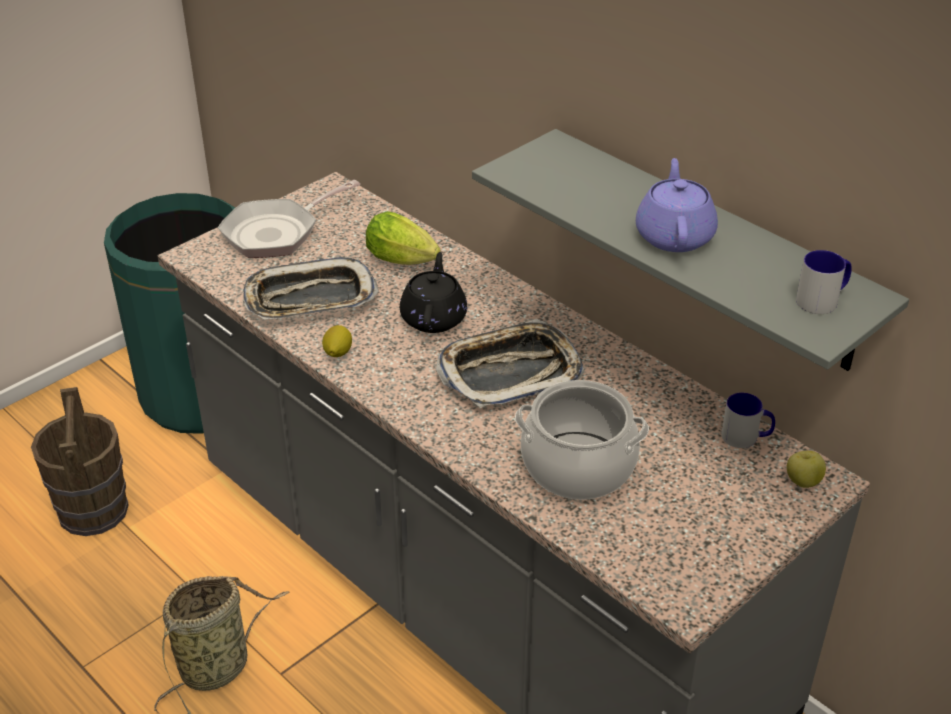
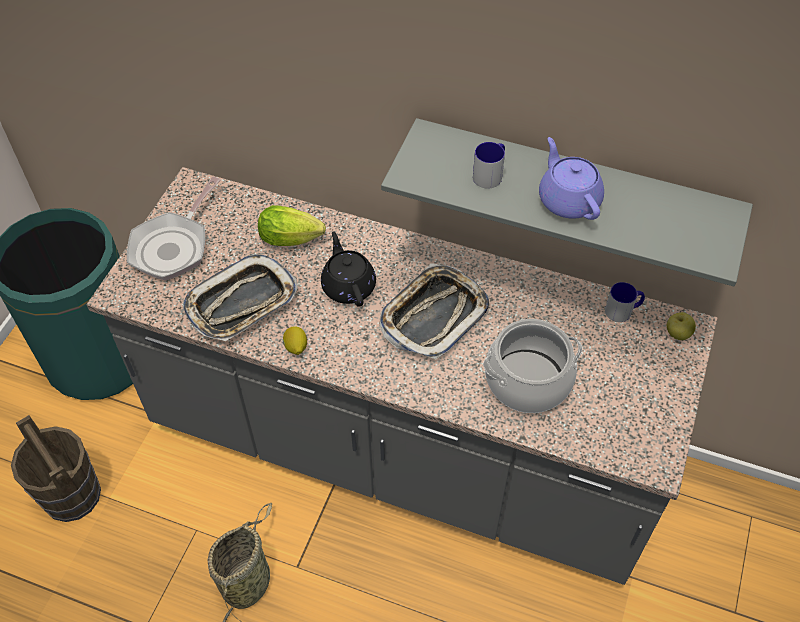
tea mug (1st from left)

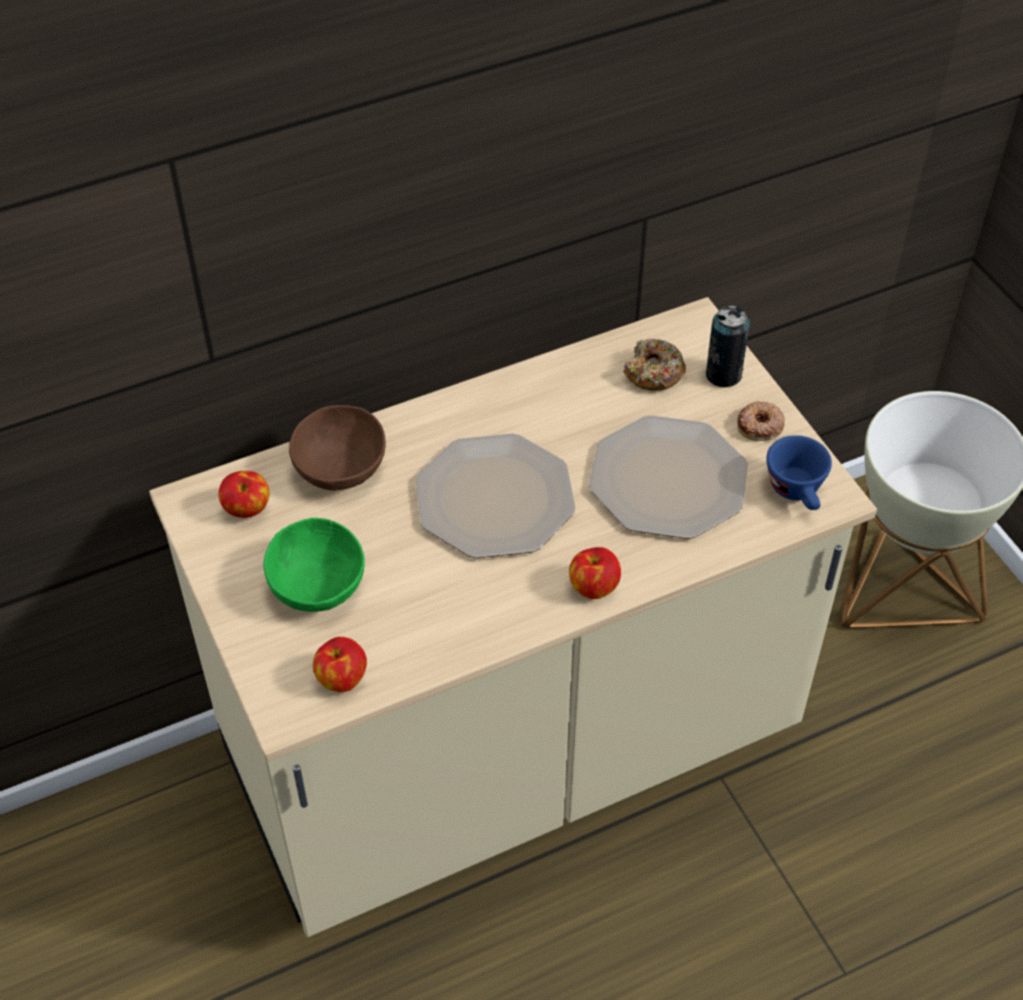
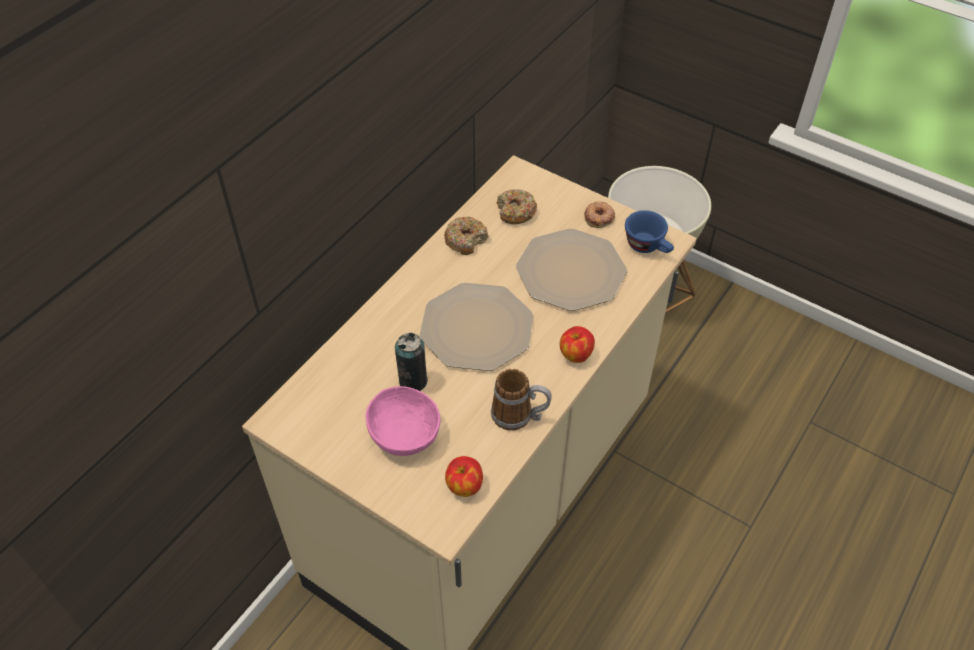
apple (1st from left in the first image)
brown bowl
ring doughnut (1st from left)
tea mug
can
pink-coloured bowl

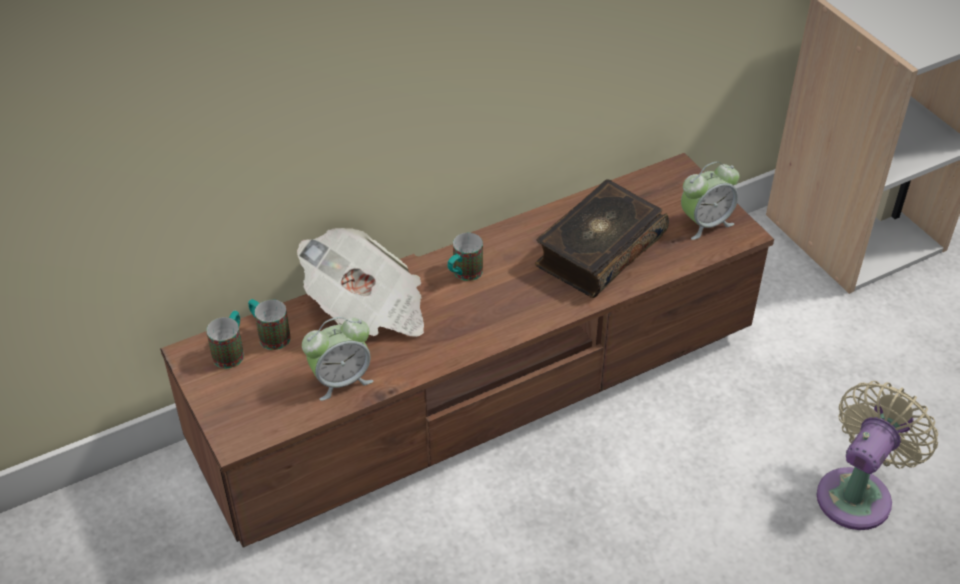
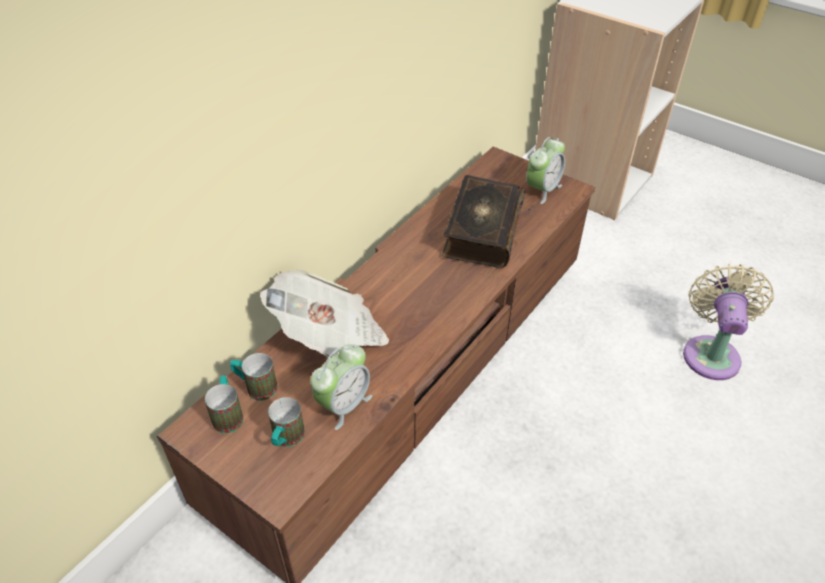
tea mug (3rd from left)

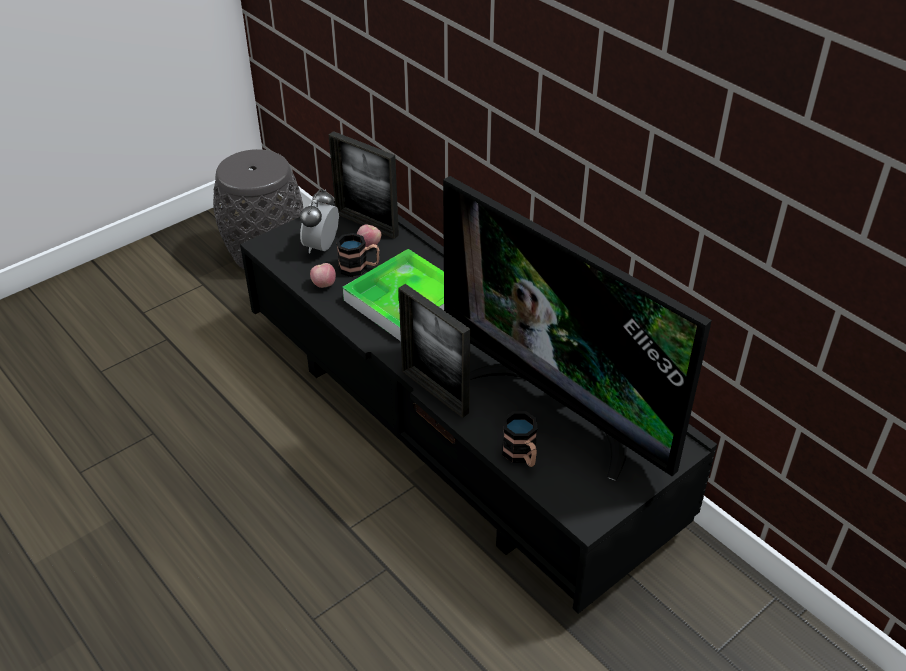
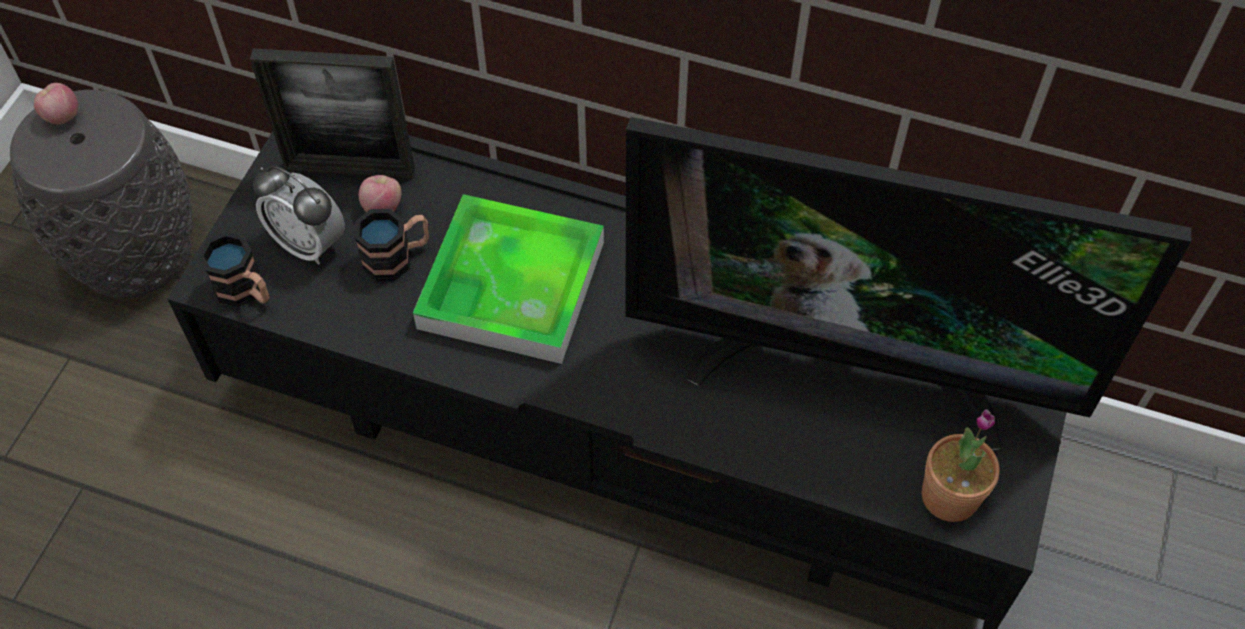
standing frame (2nd from left in the first image)
houseplant
apple (1st from left)
tea mug (1st from left)
alarm clock

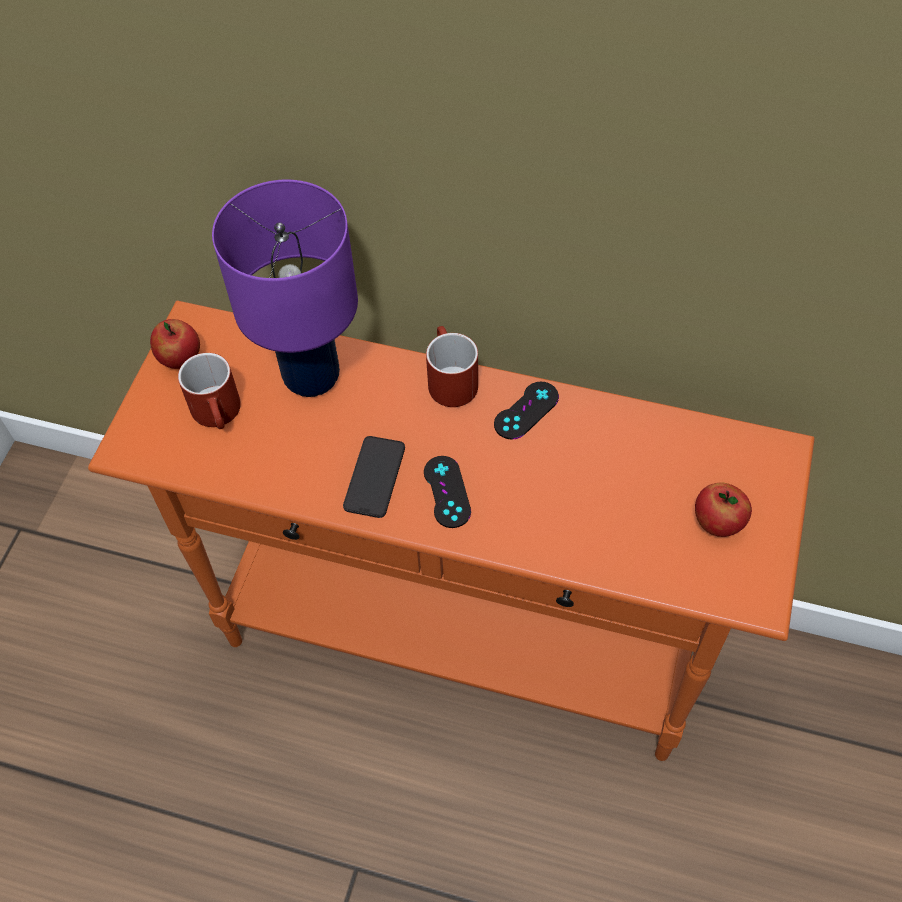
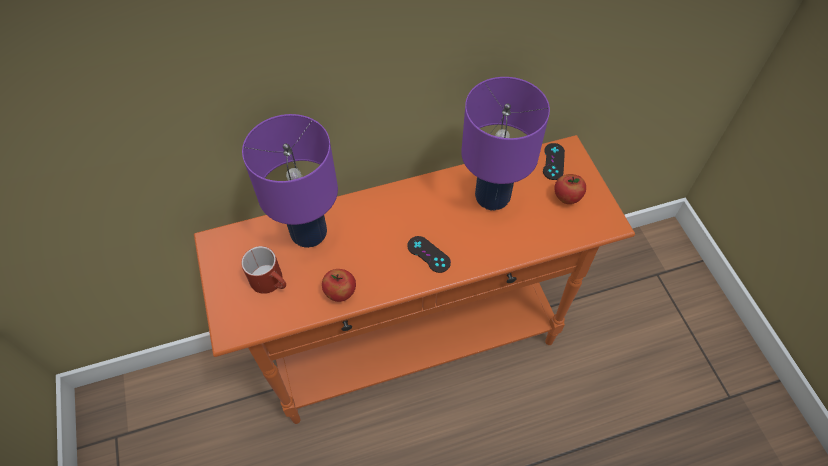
handset
red tea mug (2nd from left in the first image)
purple tabletop lamp (2nd from left)
apple (1st from left)
black joypad (2nd from left)

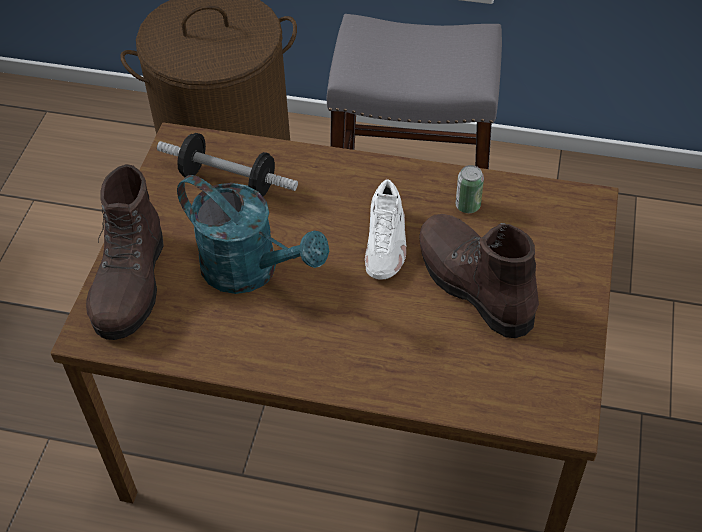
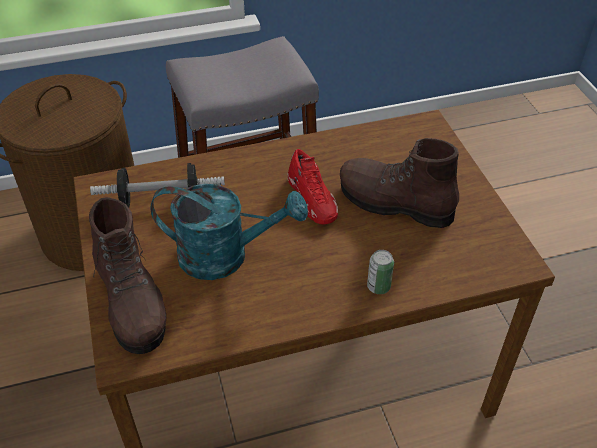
can
red low shoe

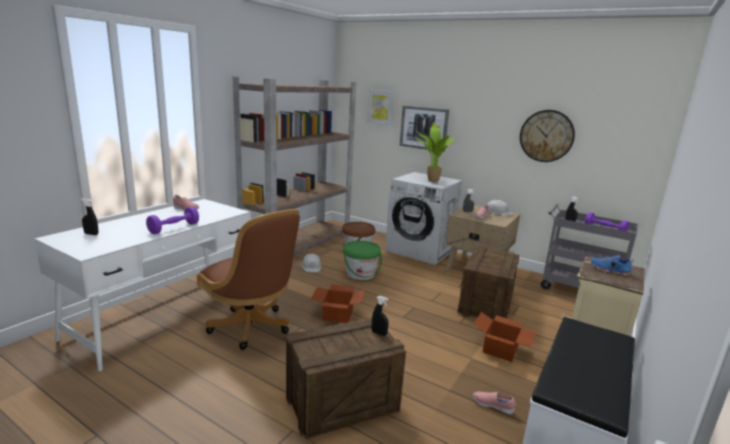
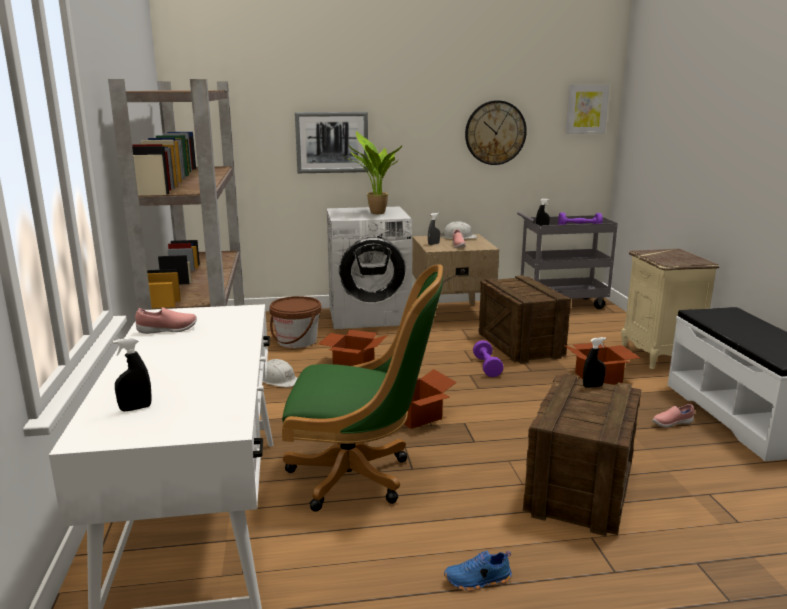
purple free weight (1st from left)
picture (2nd from left)
blue low shoe
packing box (1st from left)
green-coloured office chair

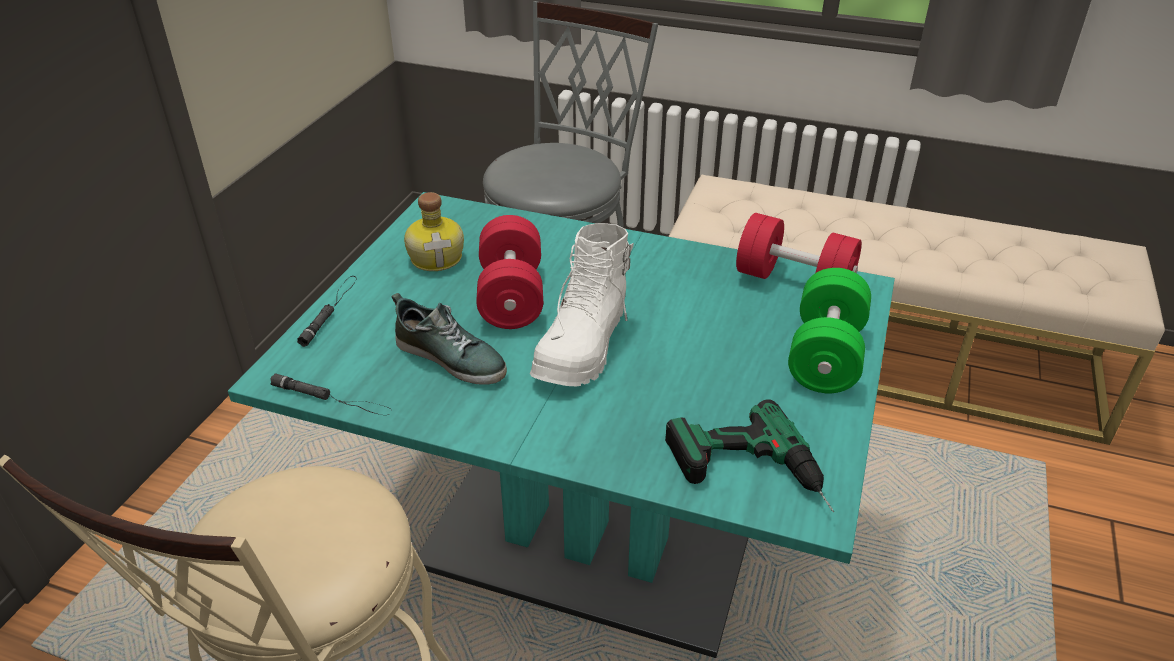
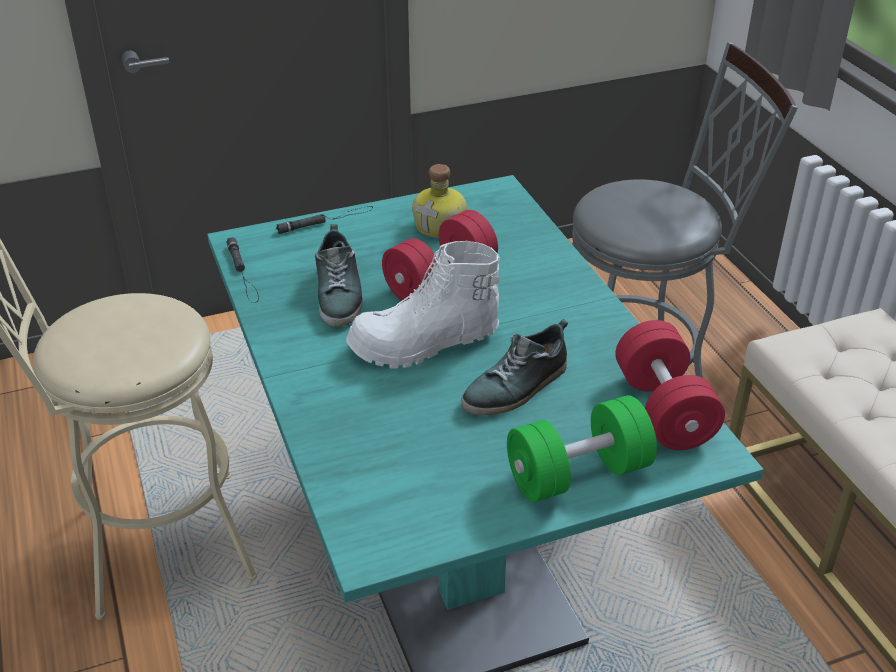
drill
low shoe (2nd from left)

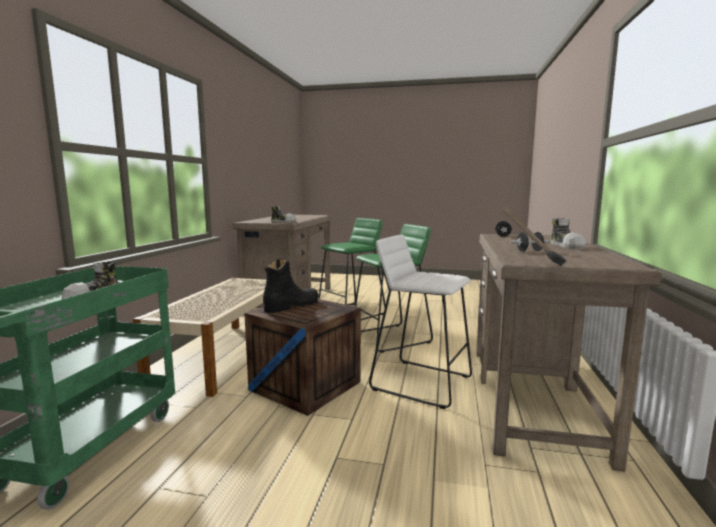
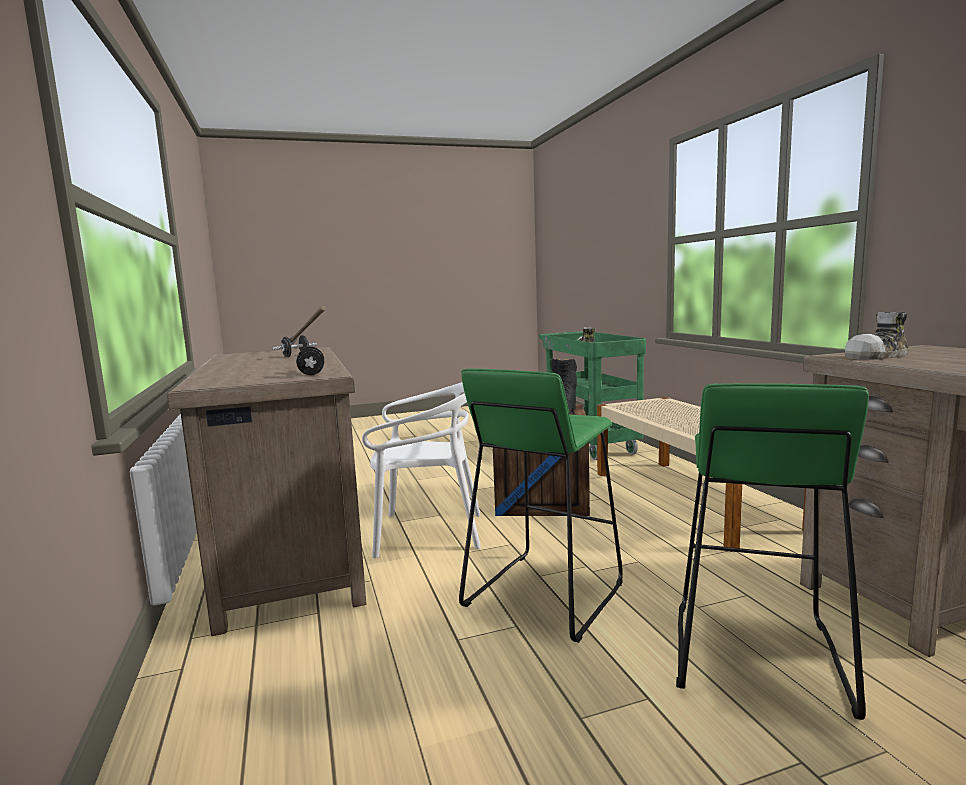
low shoe (3rd from left in the first image)
white plain chair

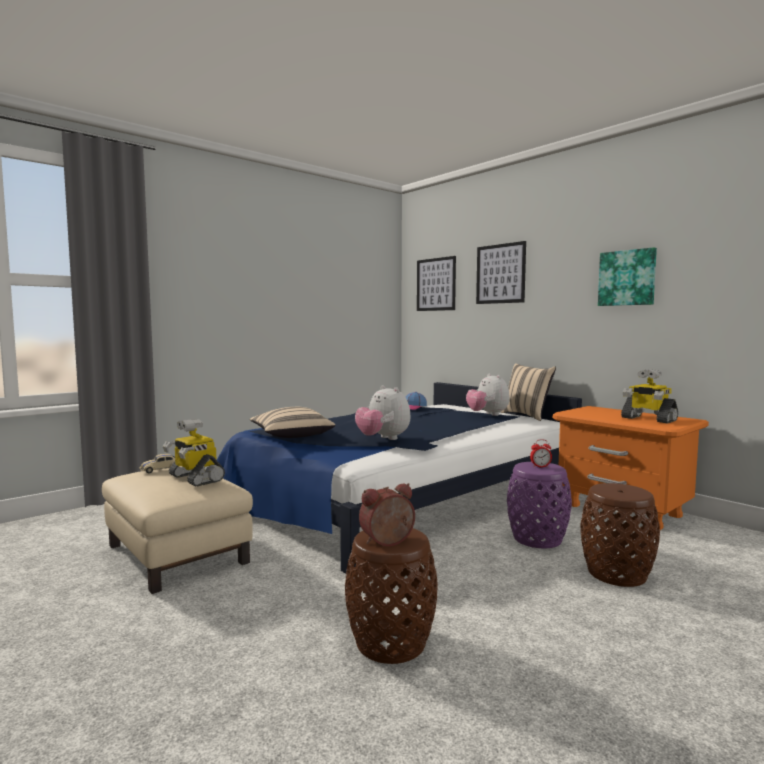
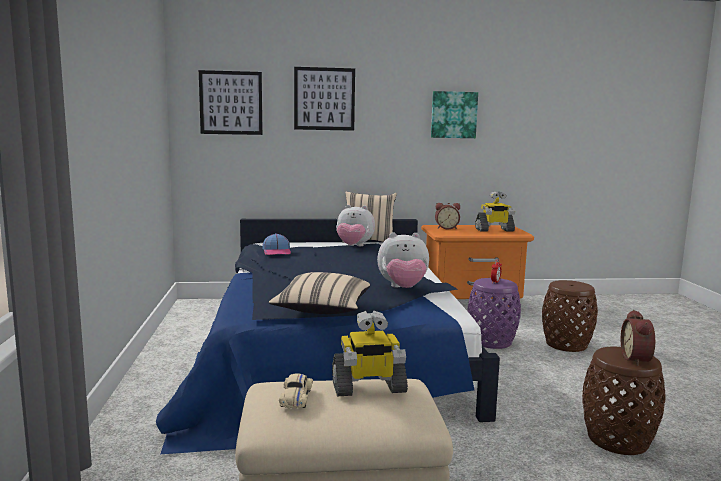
alarm clock (1st from left)

